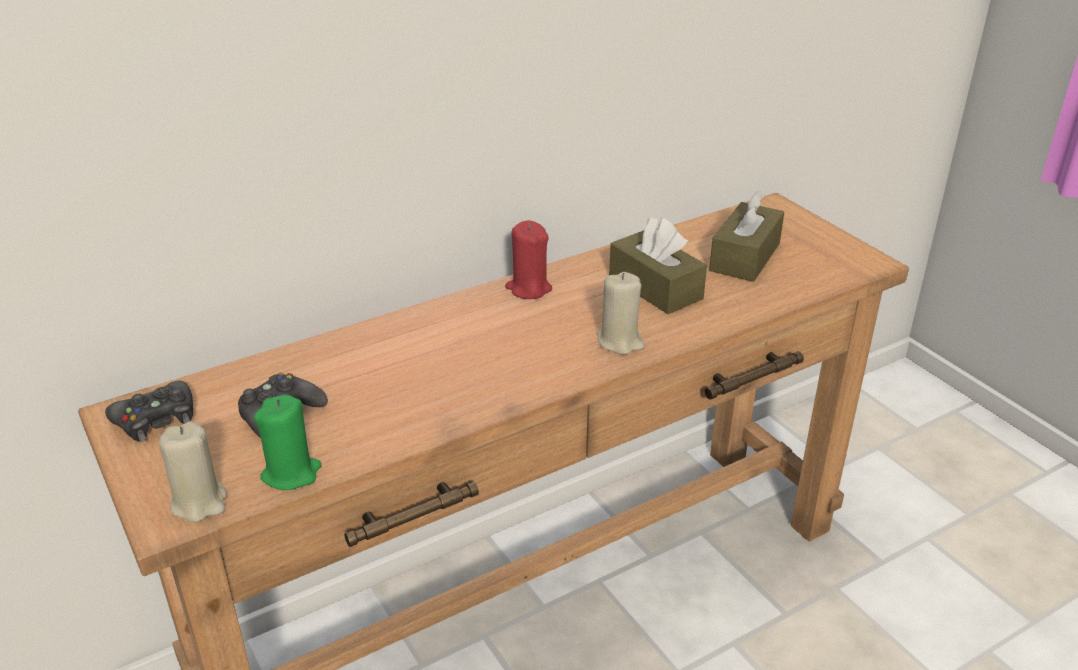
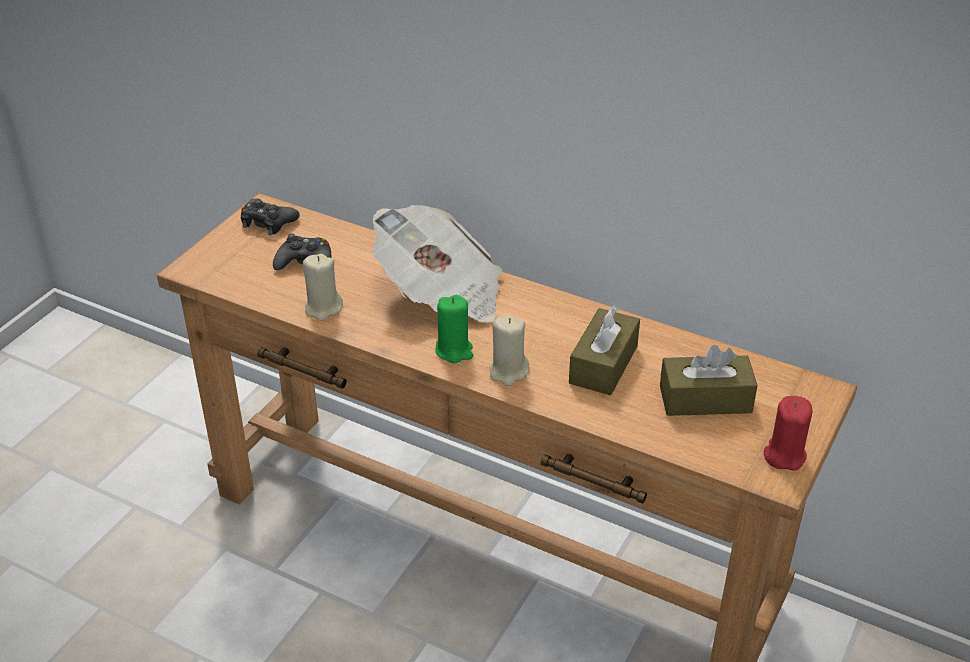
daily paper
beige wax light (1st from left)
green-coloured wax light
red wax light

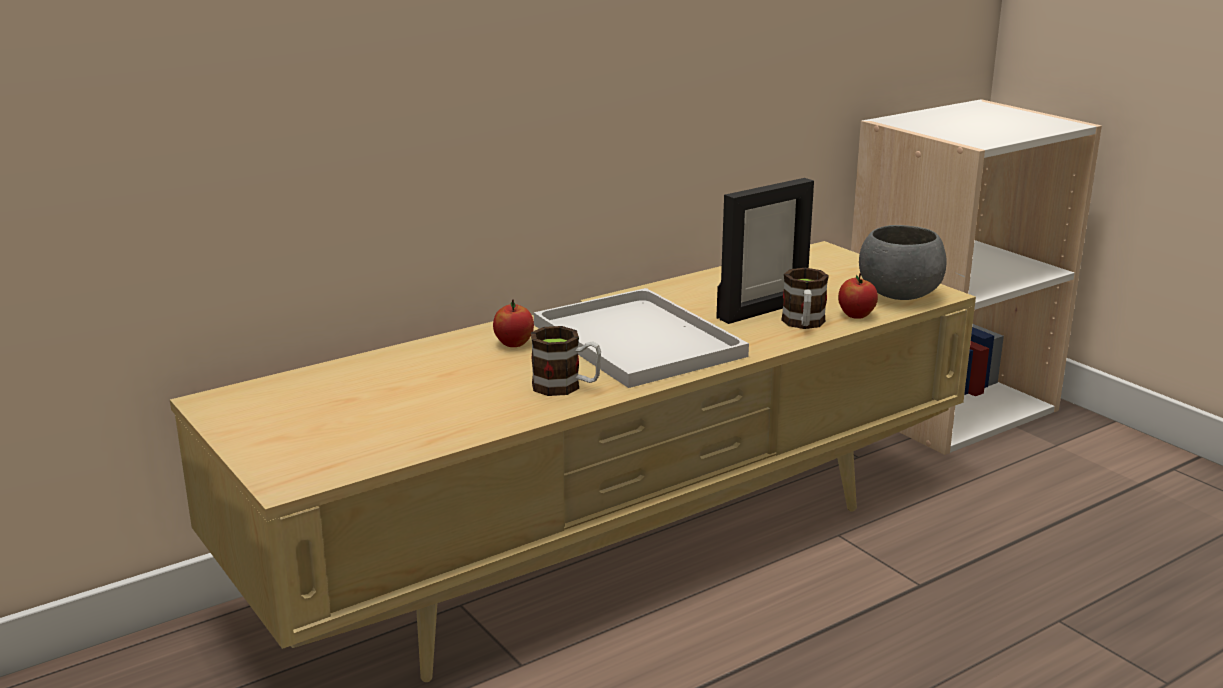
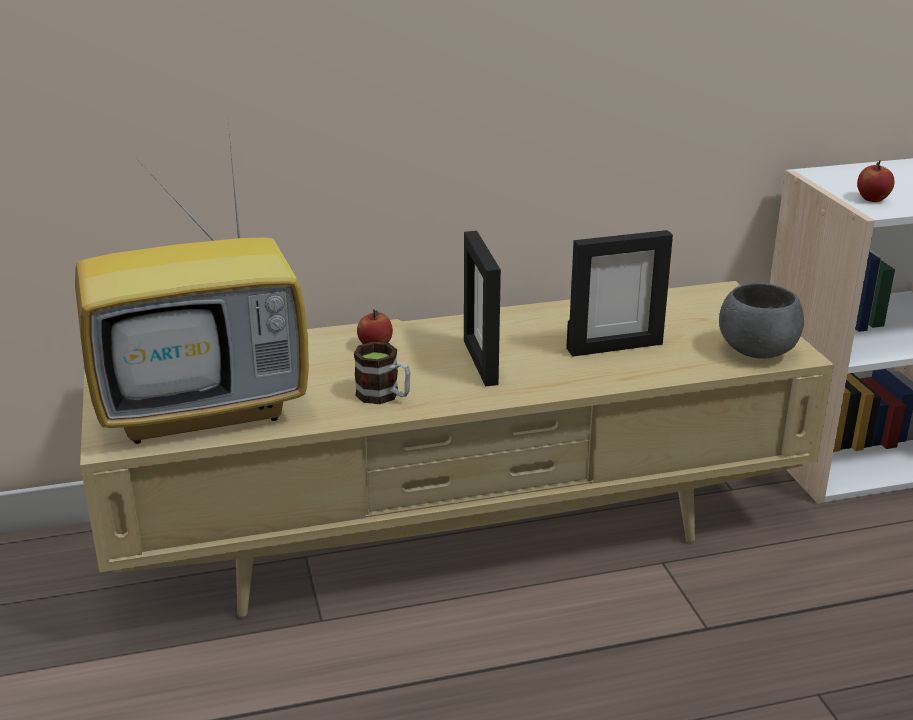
tea mug (2nd from left in the first image)
TV
apple (2nd from left)
standing frame (1st from left)

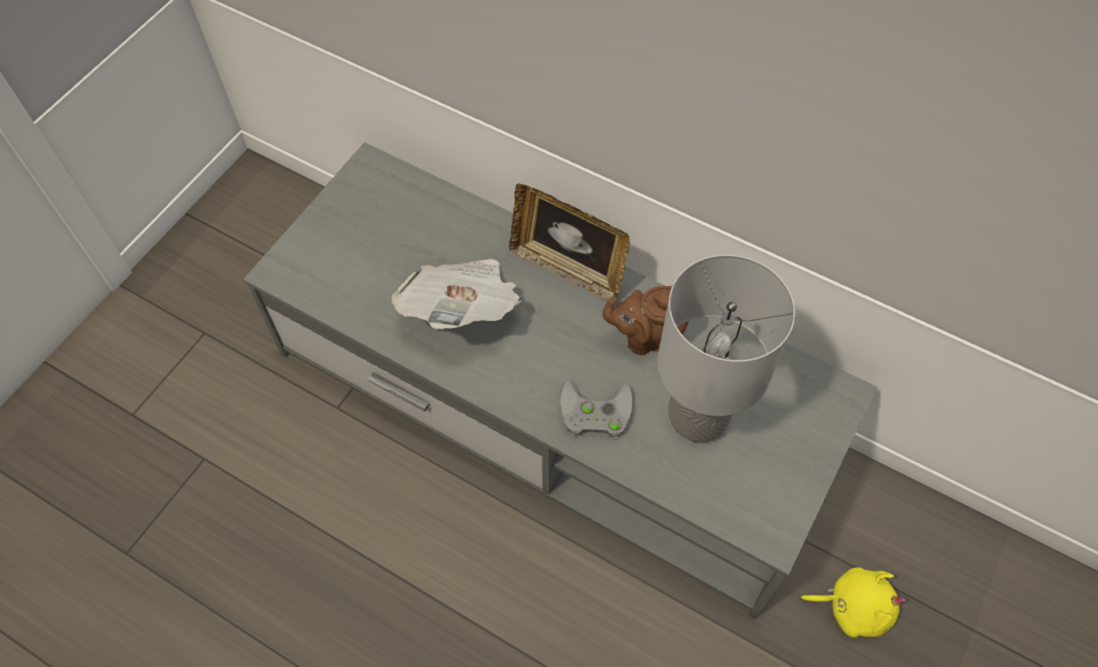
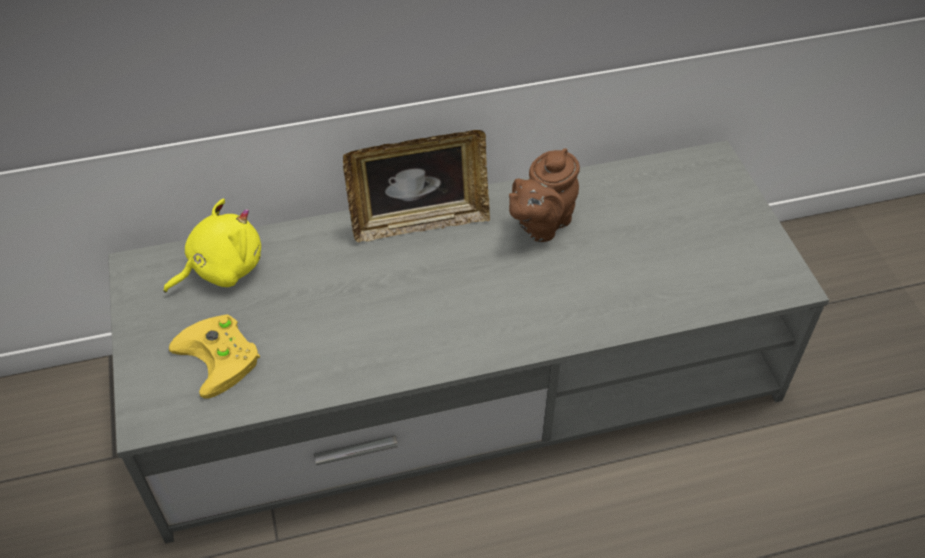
daily paper
greyish joypad
greyish tabletop lamp
yellowish joypad
yellowish cuddly toy

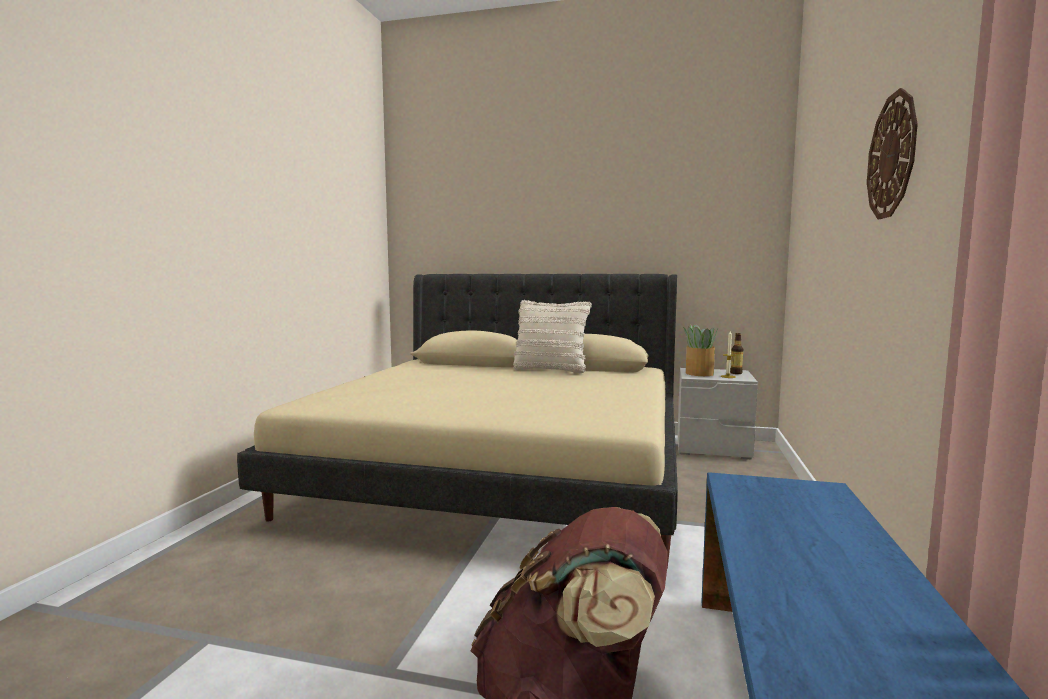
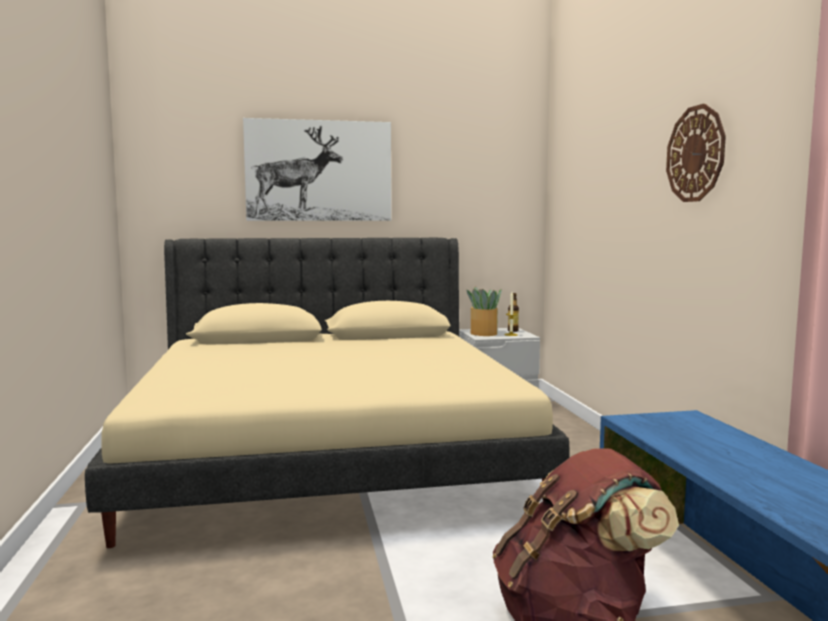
beige cushion
picture

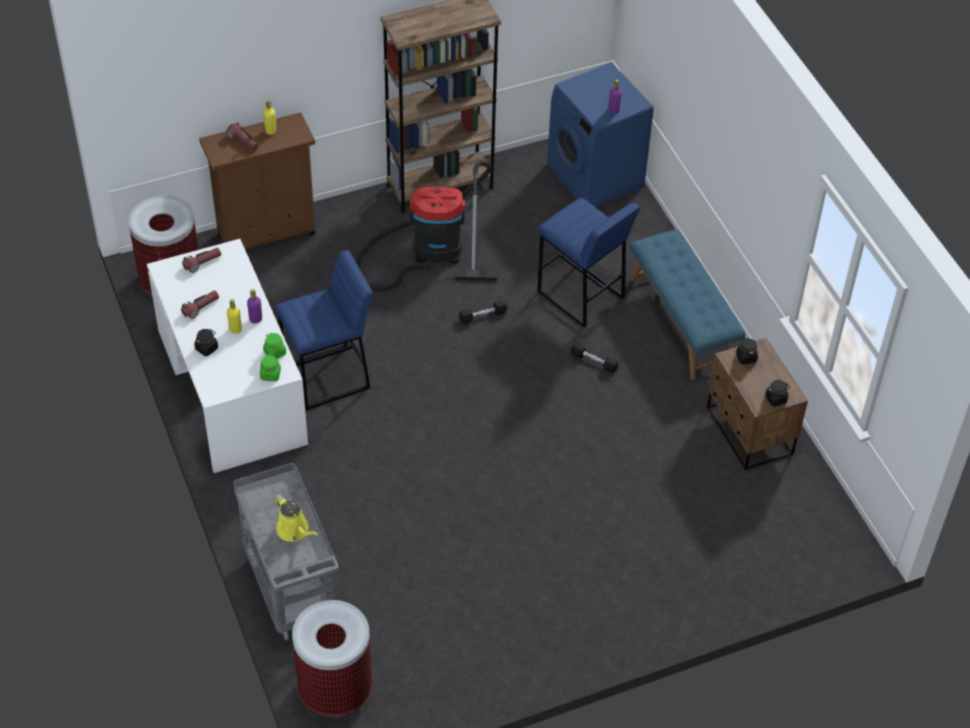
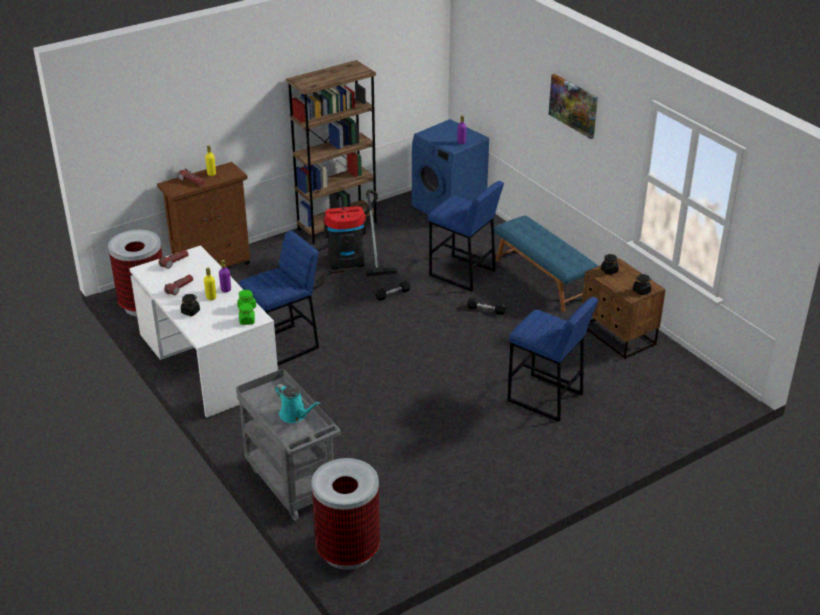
blue stool (3rd from left)
picture
turquoise-coloured sprinkling can

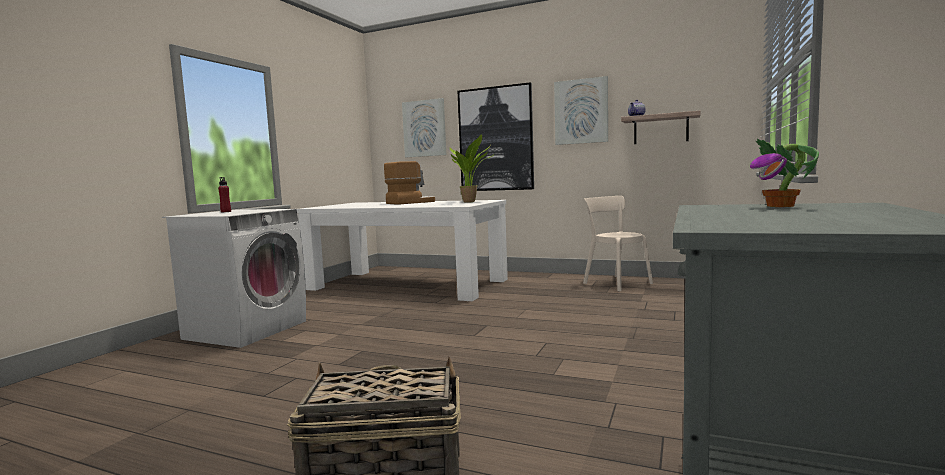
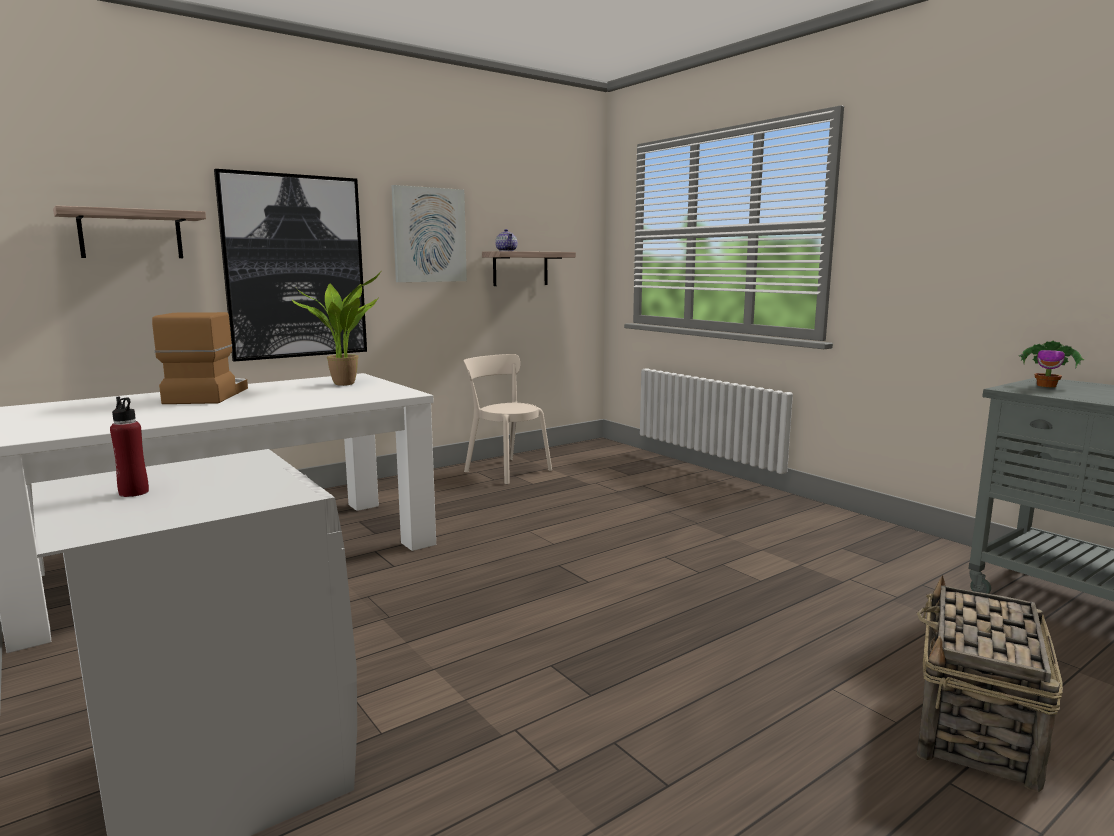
wall shelf (1st from left)
beige plain chair

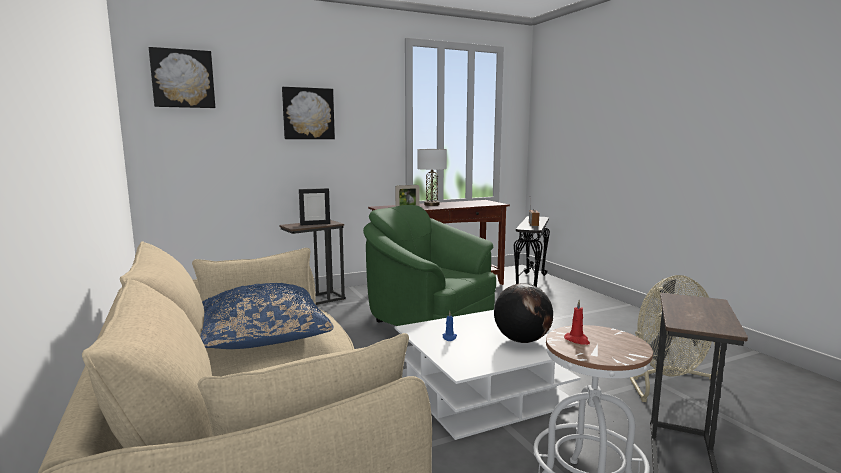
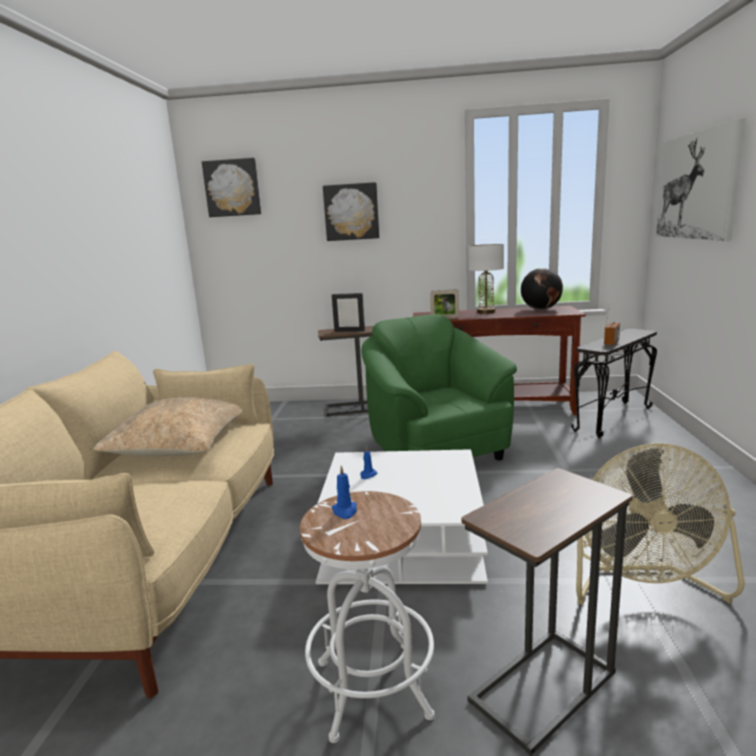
picture (3rd from left)
globe
beige cushion
blue wax light (1st from left)

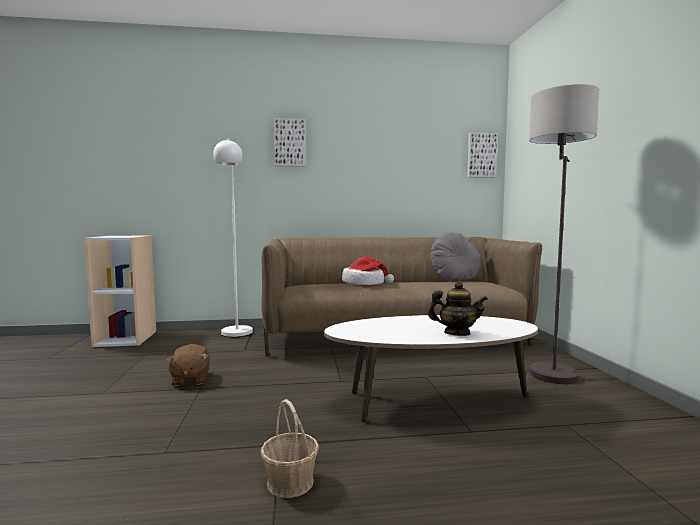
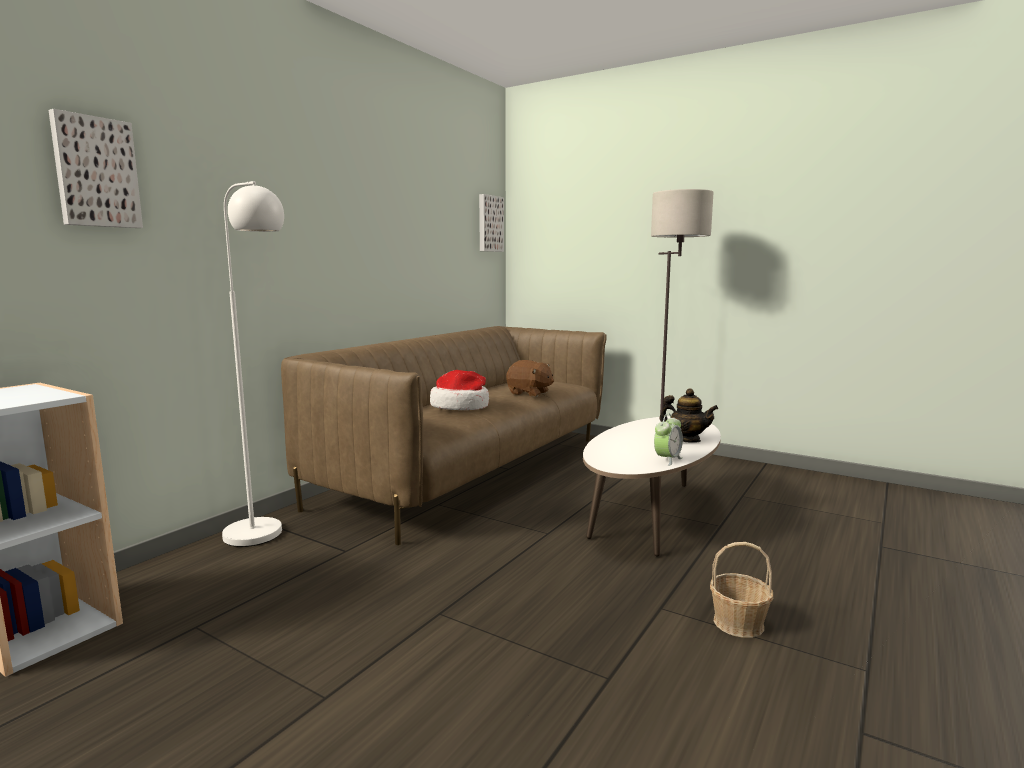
greyish cushion
alarm clock
brown cuddly toy
picture (1st from left)
pot for tea

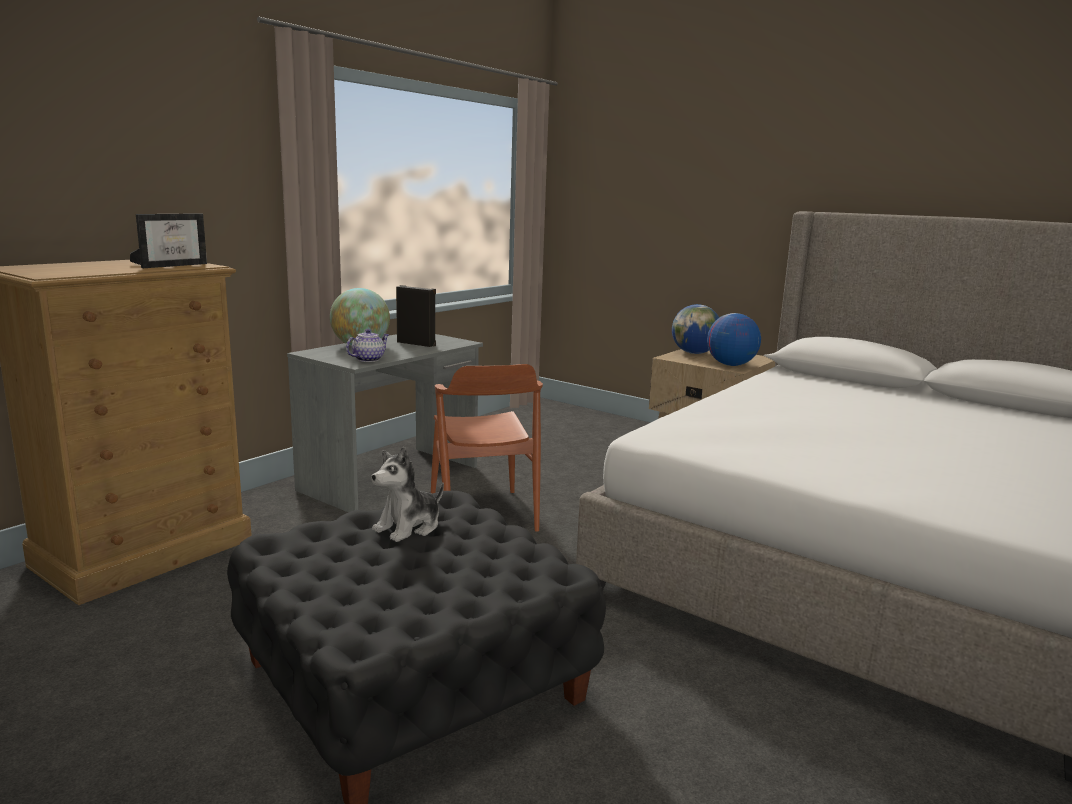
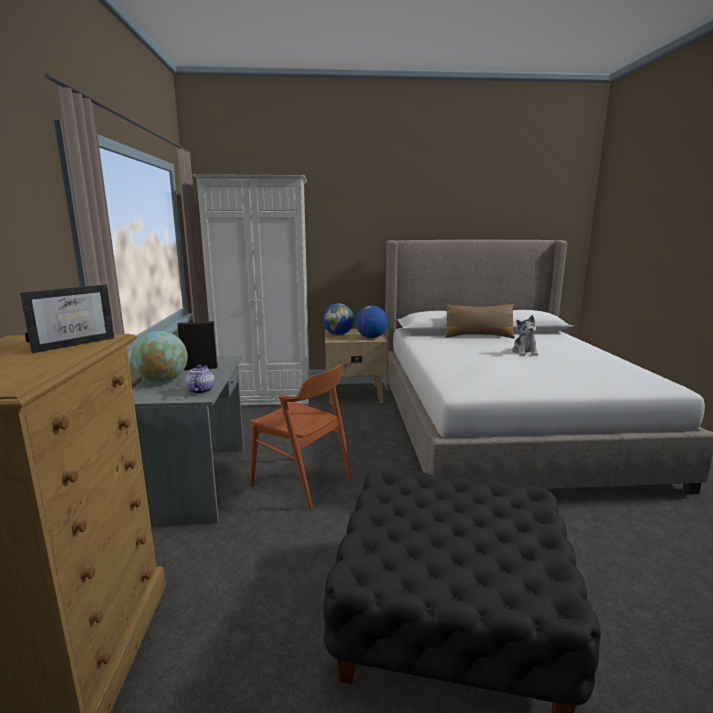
white wardrobe
brown cushion
cuddly toy
standing frame

